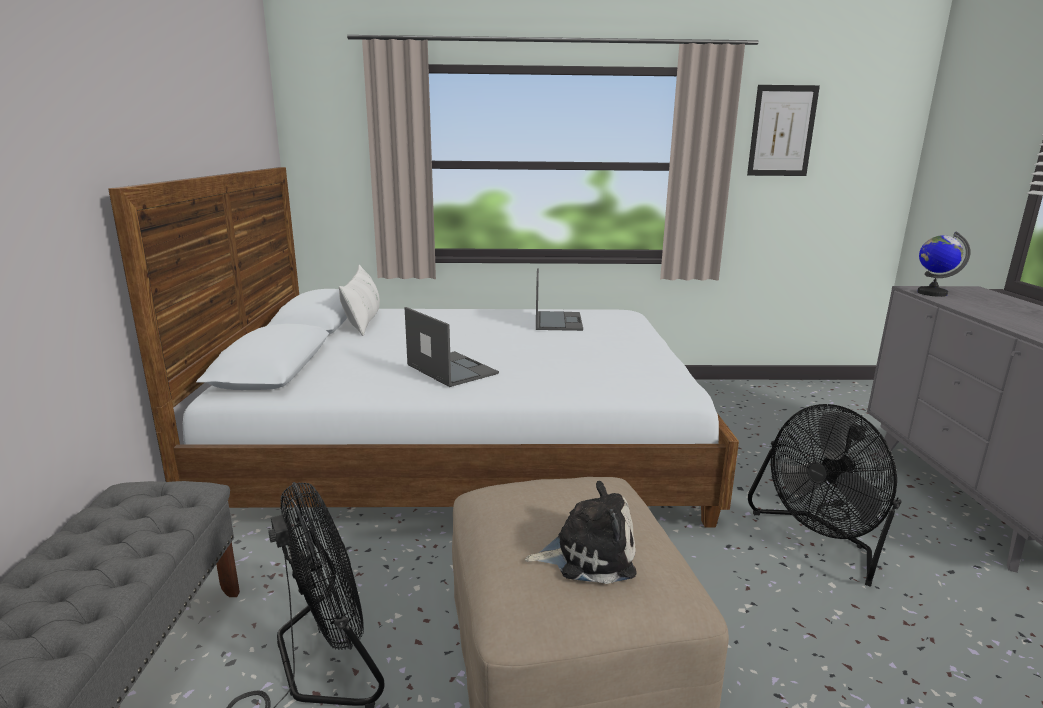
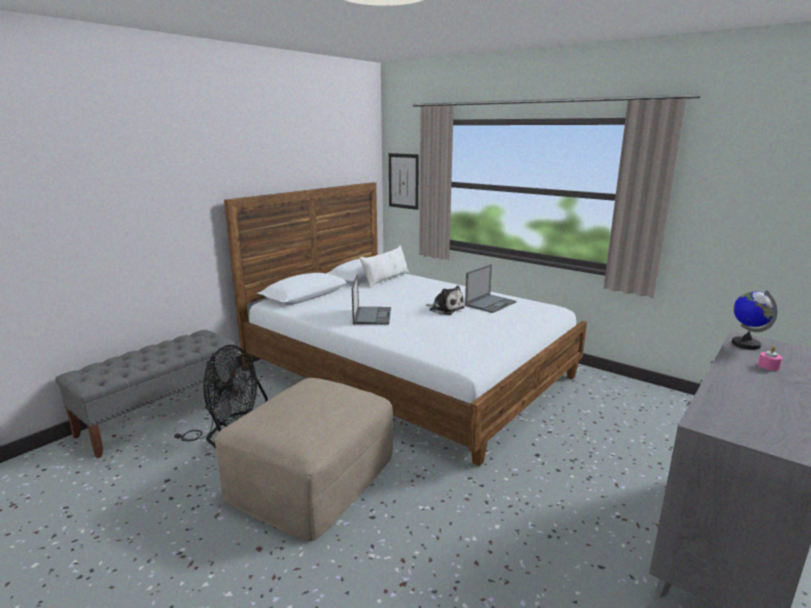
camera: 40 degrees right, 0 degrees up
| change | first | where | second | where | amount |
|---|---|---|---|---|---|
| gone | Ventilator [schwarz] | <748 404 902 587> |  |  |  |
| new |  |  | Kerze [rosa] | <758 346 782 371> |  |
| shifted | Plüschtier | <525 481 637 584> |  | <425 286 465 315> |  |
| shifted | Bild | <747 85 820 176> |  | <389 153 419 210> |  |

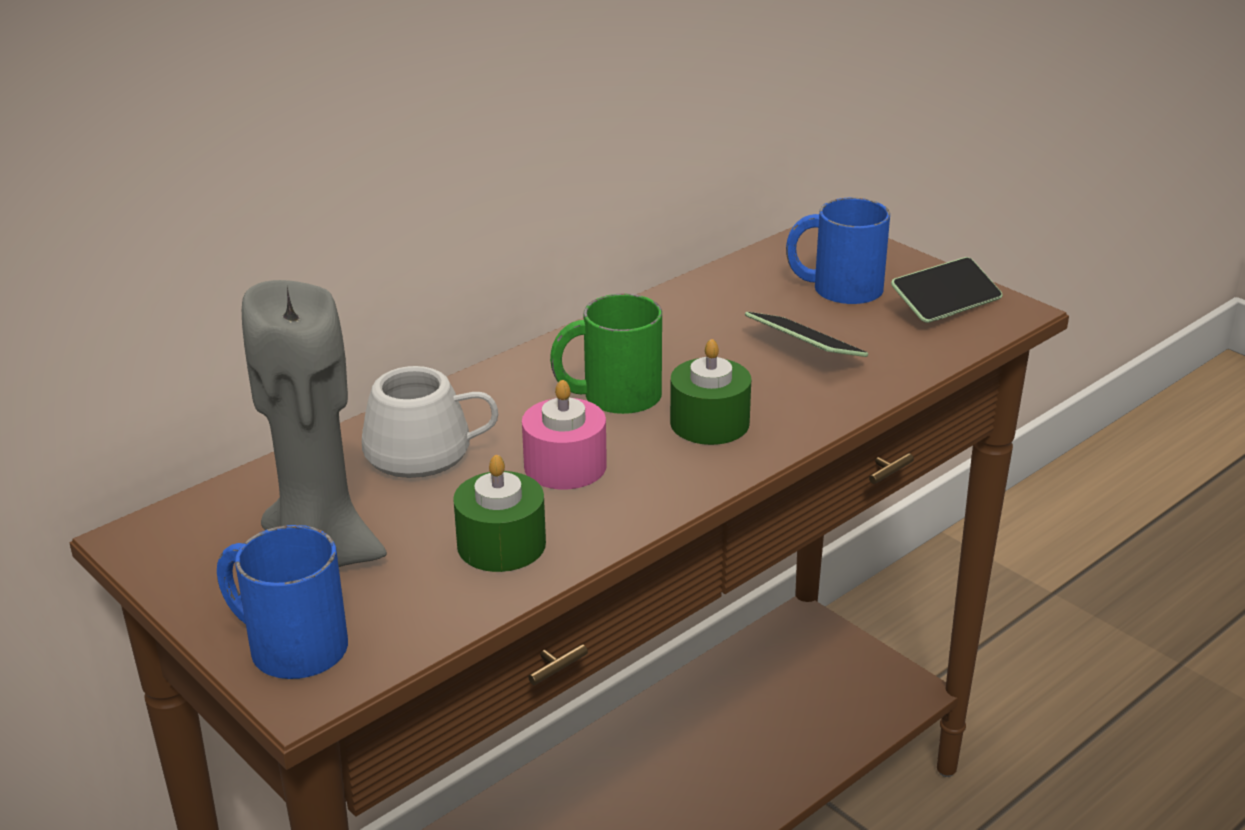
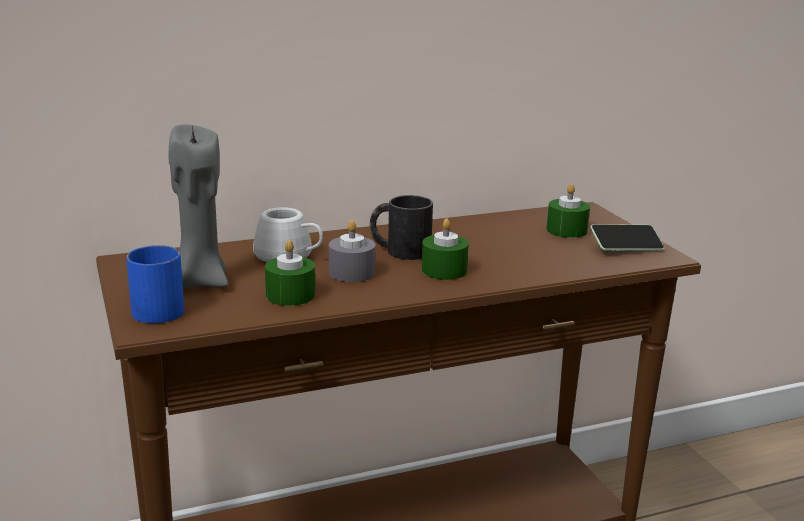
camera: 20 degrees right, 10 degrees down
| change | first | where | second | where | amount |
|---|---|---|---|---|---|
| gone | Handy | <745 312 868 357> |  |  |  |
| swapped | Henkelbecher [blau] | <786 198 890 304> | Kerze [grün] | <547 184 590 238> |  |
| repainted | Kerze [rosa] | <522 380 607 490> | Kerze [grau] | <329 220 375 282> |  |
| repainted | Henkelbecher [grün] | <550 294 662 414> | Henkelbecher [schwarz] | <370 195 433 260> |  |

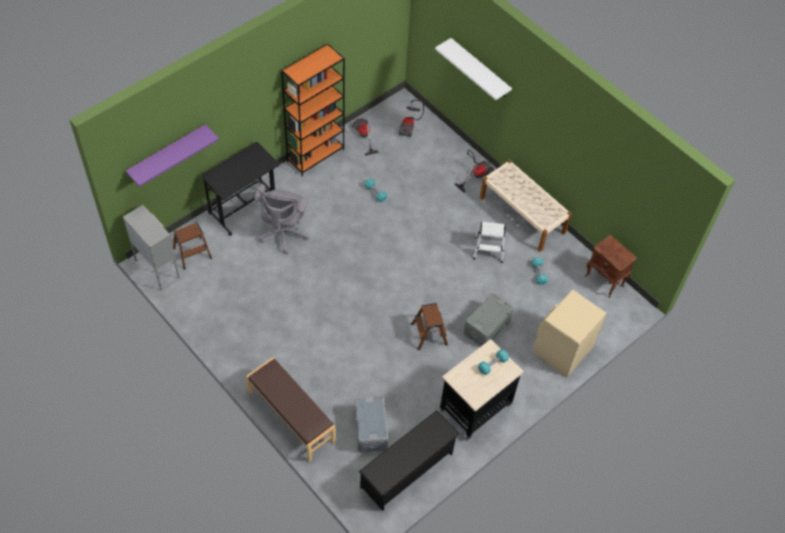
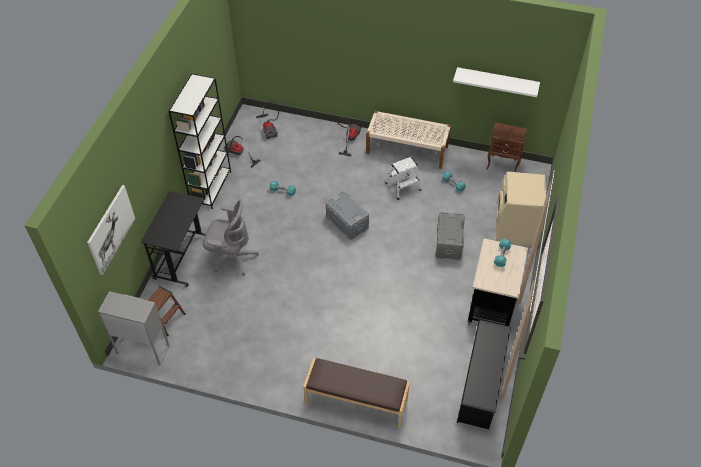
camera: 30 degrees left, 5 degrees down
| change | first | where | second | where | amount |
|---|---|---|---|---|---|
| gone | Trittleiter [braun] | <411 303 448 350> |  |  |  |
| shifted | Aufbewahrungsbox [grau] | <354 396 389 453> |  | <326 191 369 240> |  |
| shifted | Wandregal [weiß] | <435 38 512 100> |  | <453 67 540 97> |  |
| swapped | Wandregal [lila] | <126 125 219 187> | Bild | <87 185 135 275> |  |
| repainted | Bücherregal [orange] | <281 43 345 176> | Bücherregal [weiß] | <169 73 231 209> |  |
| rotated | Bürostuhl [grau] | <255 184 309 254> |  | <203 199 259 276> | 60 degrees counterclockwise |

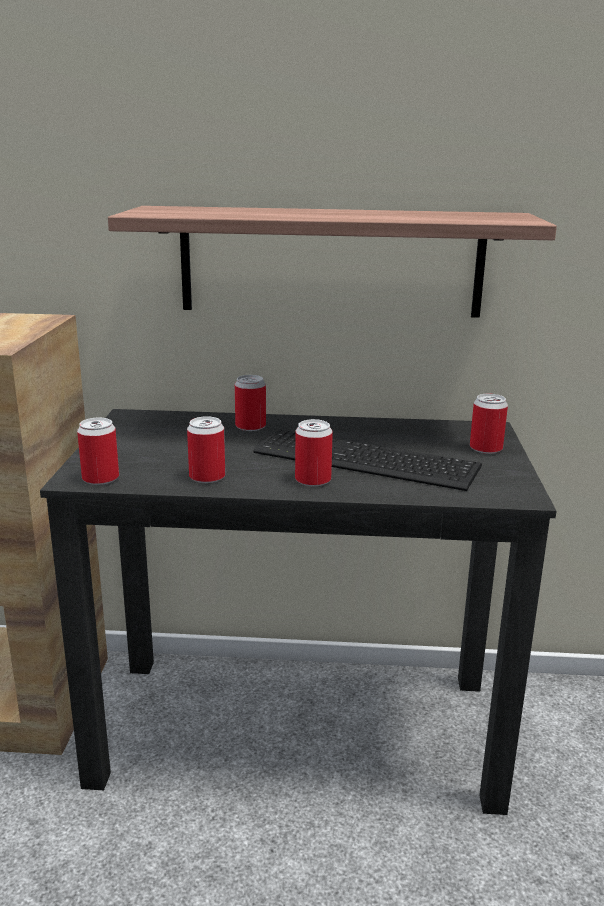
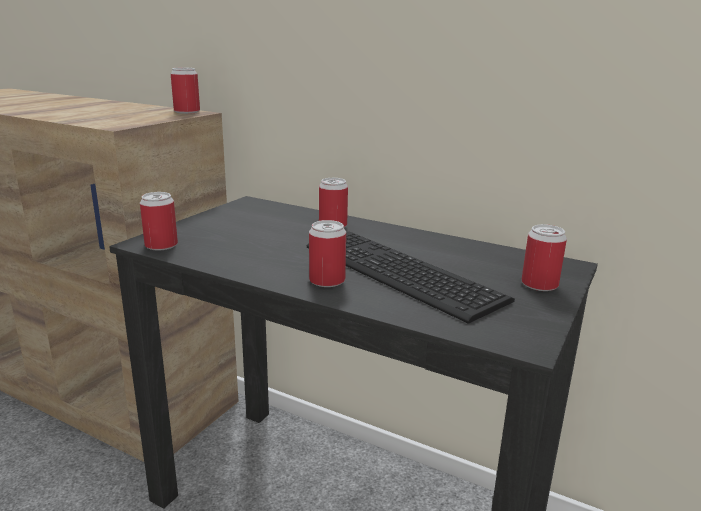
camera: 25 degrees right, 0 degrees up
| change | first | where | second | where | amount |
|---|---|---|---|---|---|
| gone | Wandregal | <108 206 557 318> |  |  |  |
| shifted | Dose | <187 416 225 483> |  | <171 68 200 114> |  |

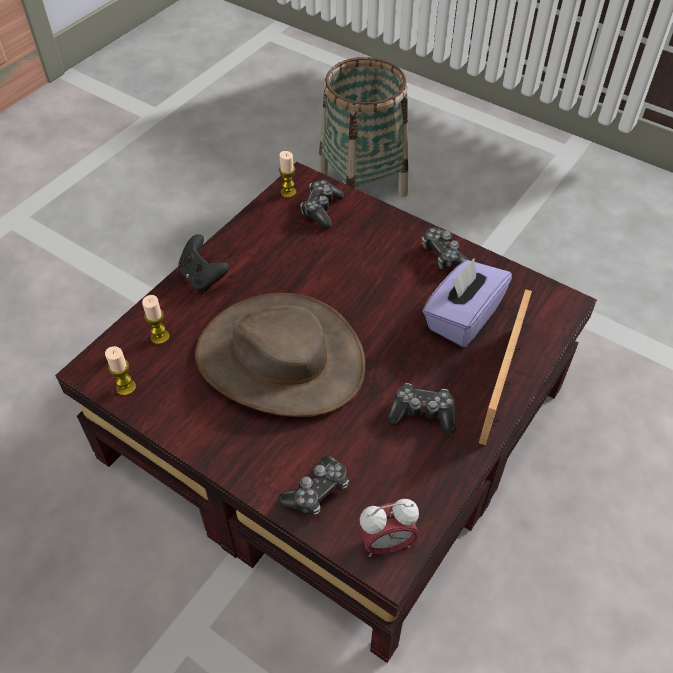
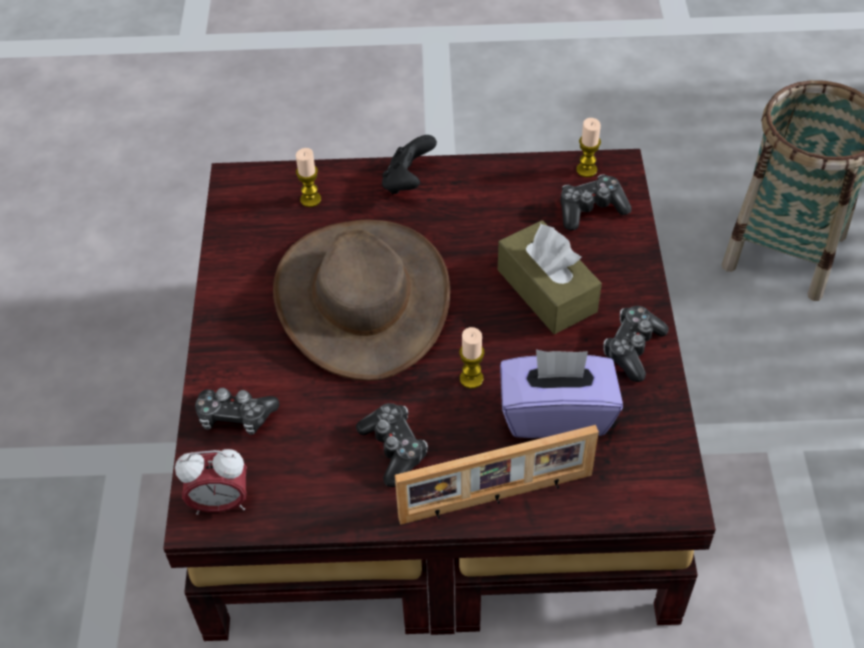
camera: 55 degrees right, 0 degrees up
| change | first | where | second | where | amount |
|---|---|---|---|---|---|
| new |  |  | Taschentuchbox [braun] | <498 220 602 334> |  |
| shifted | Kerze | <105 346 136 396> |  | <459 327 484 389> |  |
| rotated | Wecker | <358 499 419 557> |  | <175 449 247 515> | 45 degrees counterclockwise |

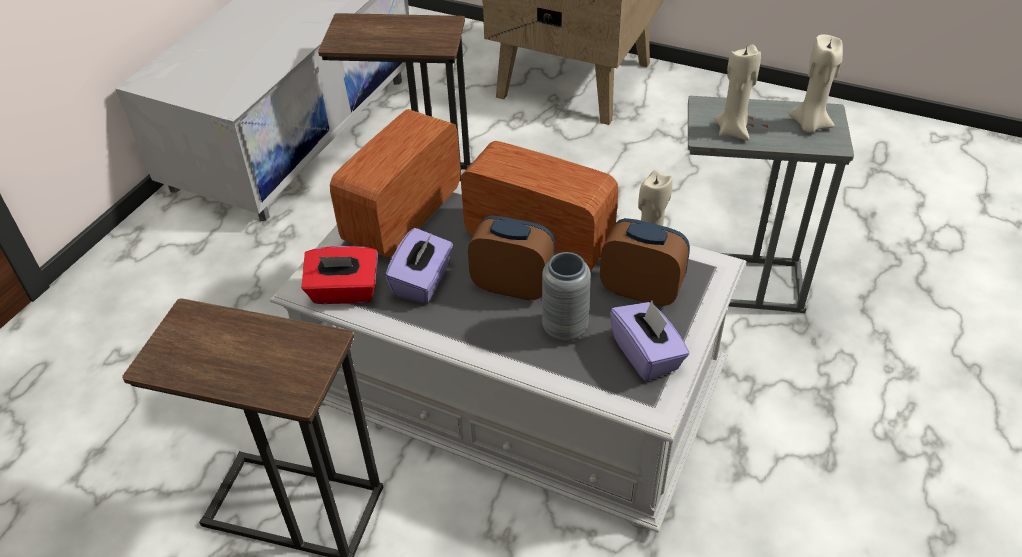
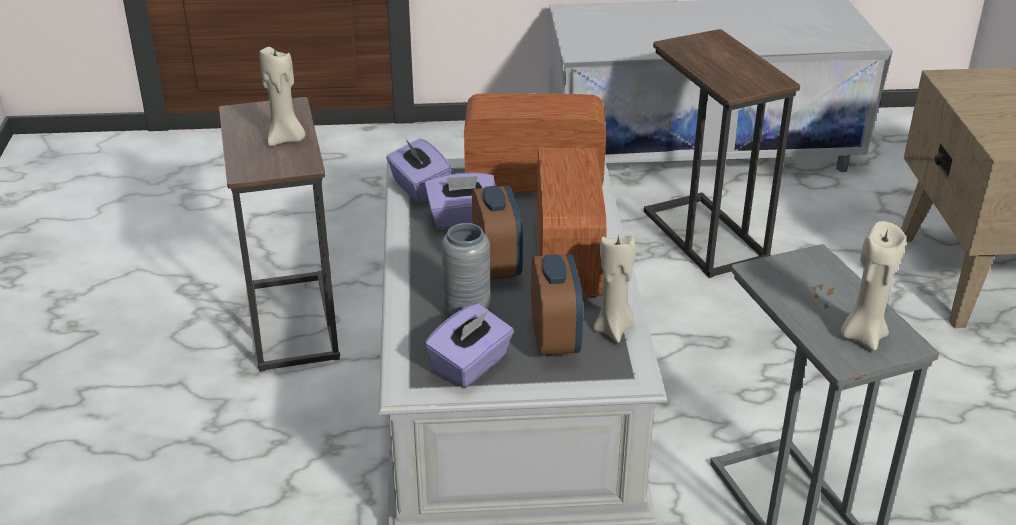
camera: 60 degrees right, 10 degrees down
| change | first | where | second | where | amount |
|---|---|---|---|---|---|
| shifted | Kerze [beige] | <715 45 761 140> |  | <260 46 305 146> |  |
| repainted | Taschentuchbox [rot] | <301 246 378 304> | Taschentuchbox [lila] | <386 139 452 203> |  |

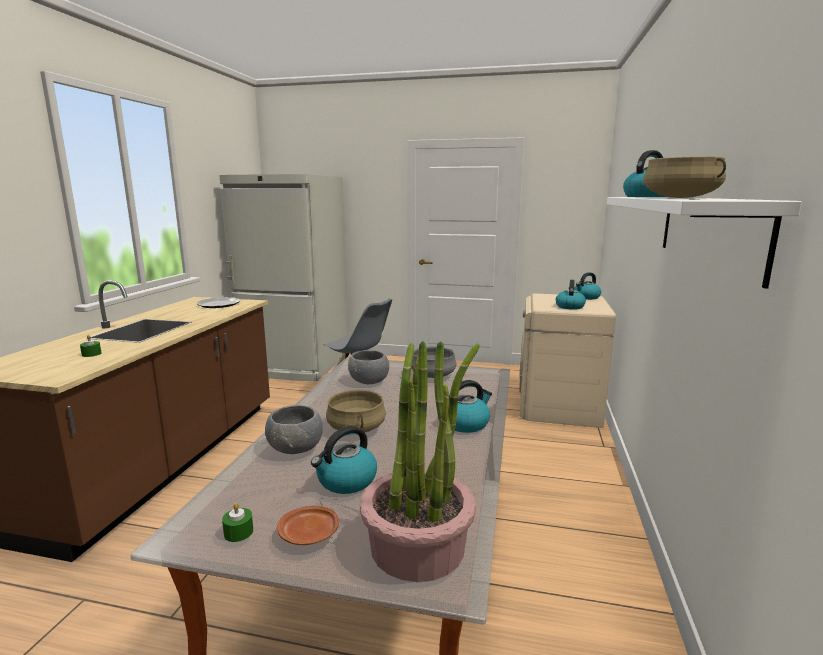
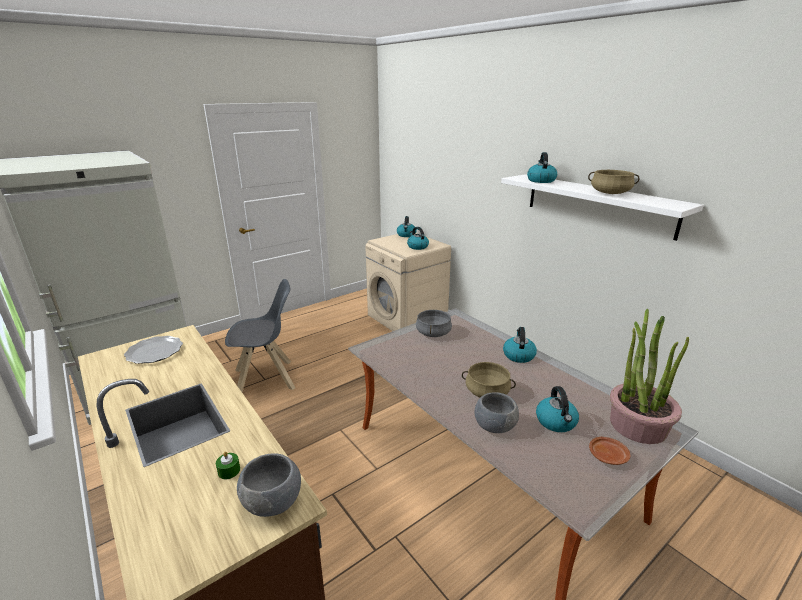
camera: 50 degrees left, 10 degrees up
| change | first | where | second | where | amount |
|---|---|---|---|---|---|
| gone | Kerze [grün] | <222 503 253 542> |  |  |  |
| shifted | Schüssel [grau] | <348 350 389 384> |  | <237 453 301 517> |  |

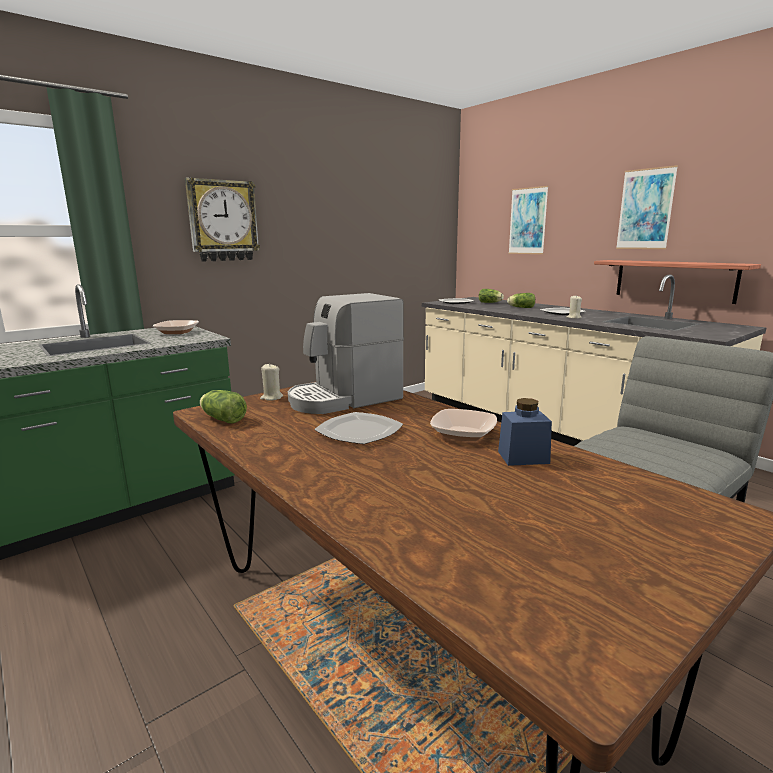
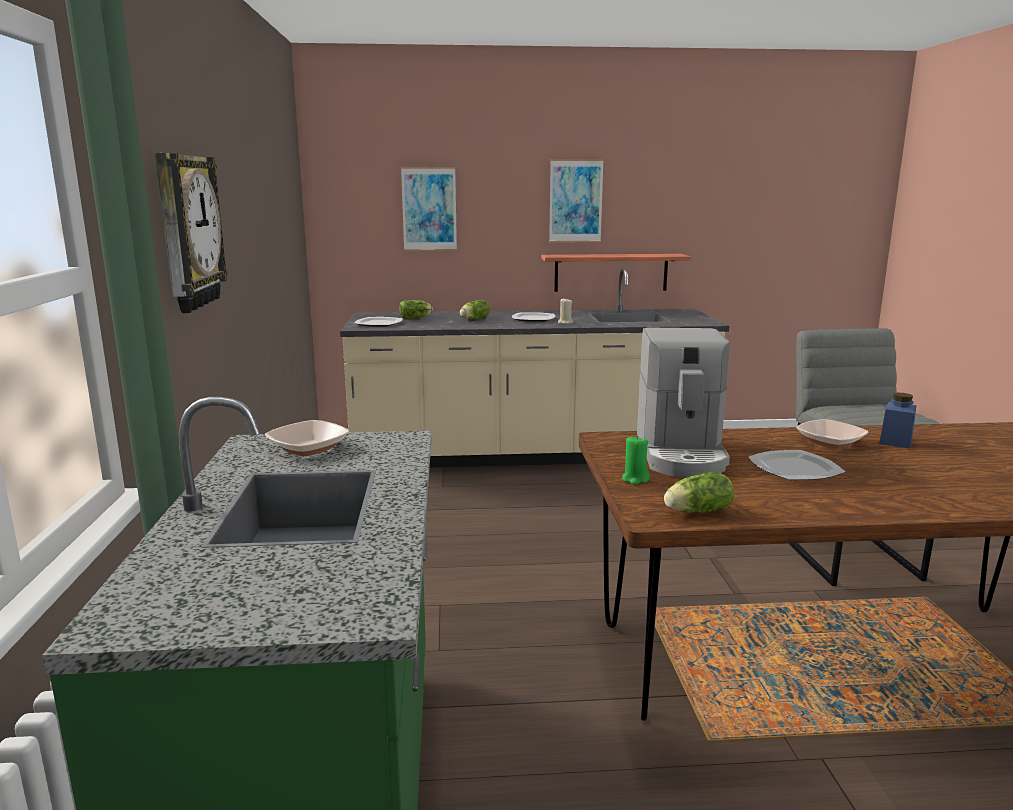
camera: 55 degrees left, 0 degrees up
| change | first | where | second | where | amount |
|---|---|---|---|---|---|
| repainted | Kerze [beige] | <260 363 283 401> | Kerze [grün] | <622 435 650 485> |  |

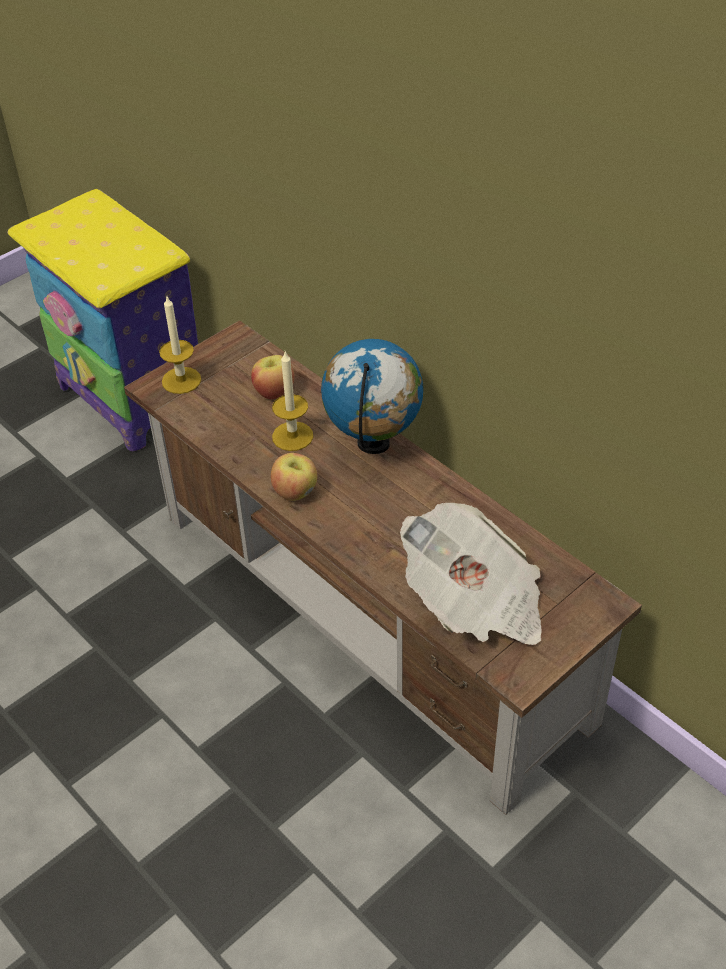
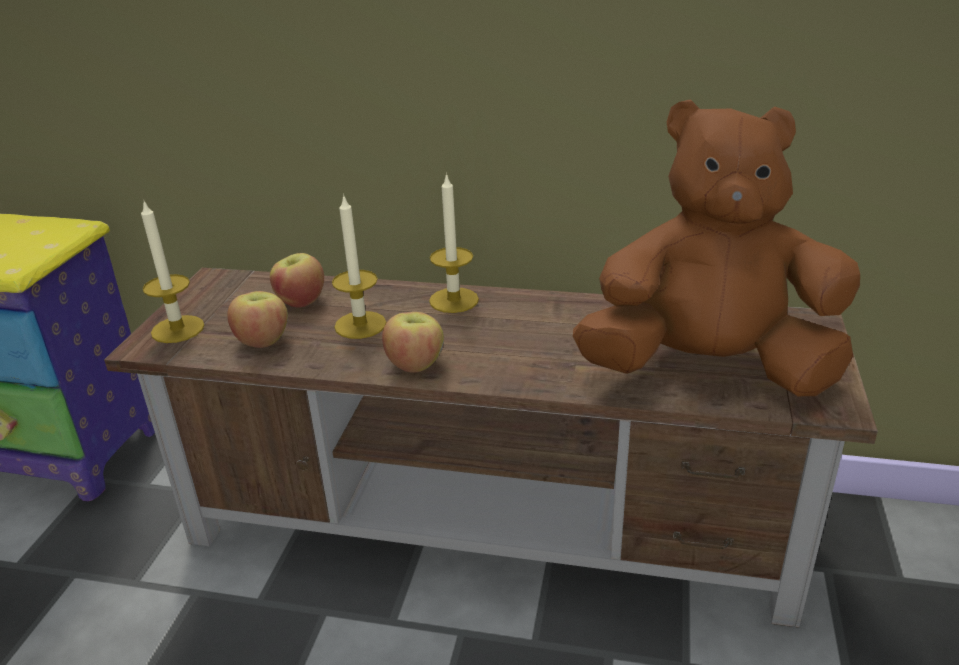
camera: 35 degrees left, 15 degrees down
| change | first | where | second | where | amount |
|---|---|---|---|---|---|
| new |  |  | Apfel | <227 291 288 348> |  |
| swapped | Globus | <321 339 423 454> | Kerze | <429 173 479 313> |  |
| swapped | Zeitung | <400 503 542 645> | Plüschtier [braun] | <573 99 860 396> |  |

